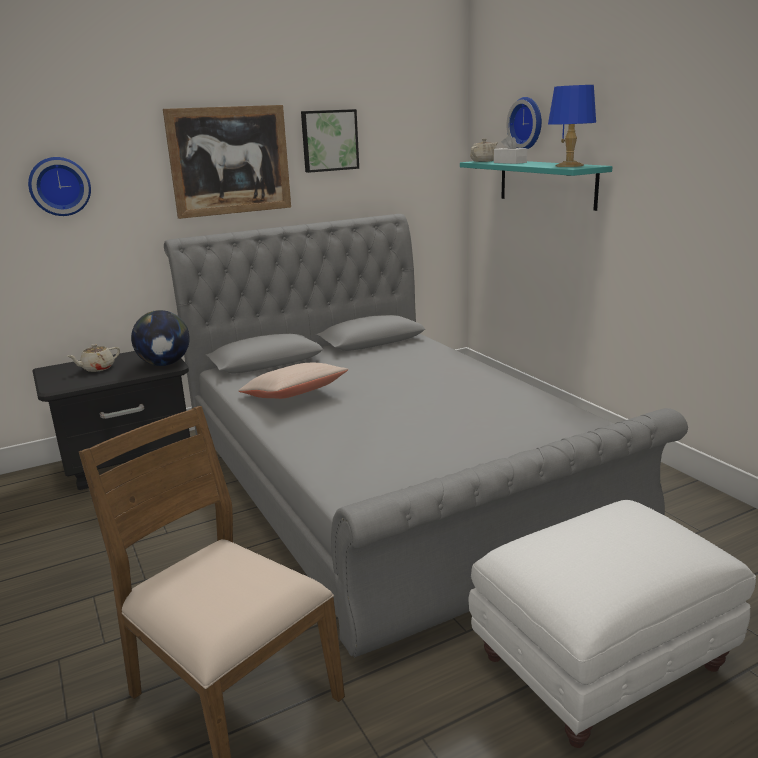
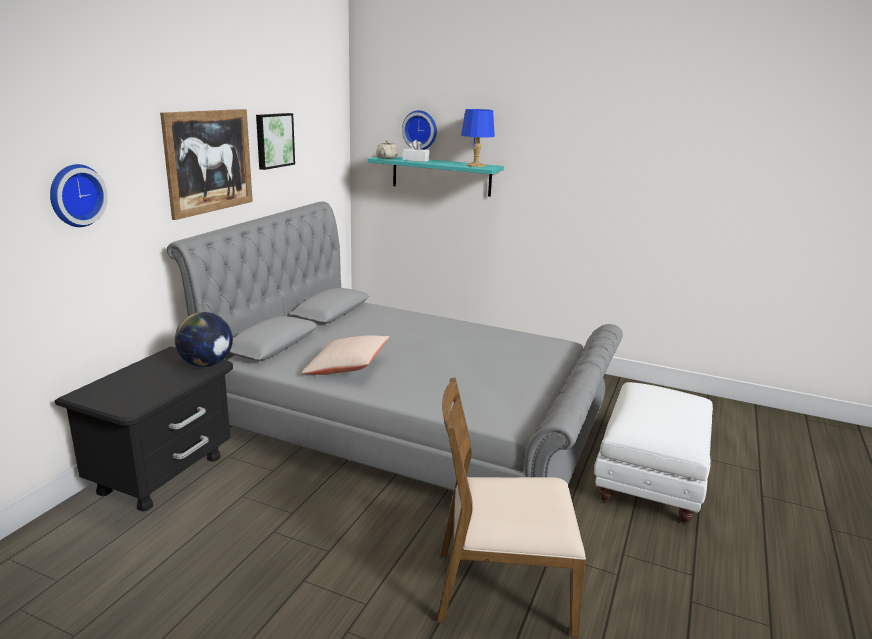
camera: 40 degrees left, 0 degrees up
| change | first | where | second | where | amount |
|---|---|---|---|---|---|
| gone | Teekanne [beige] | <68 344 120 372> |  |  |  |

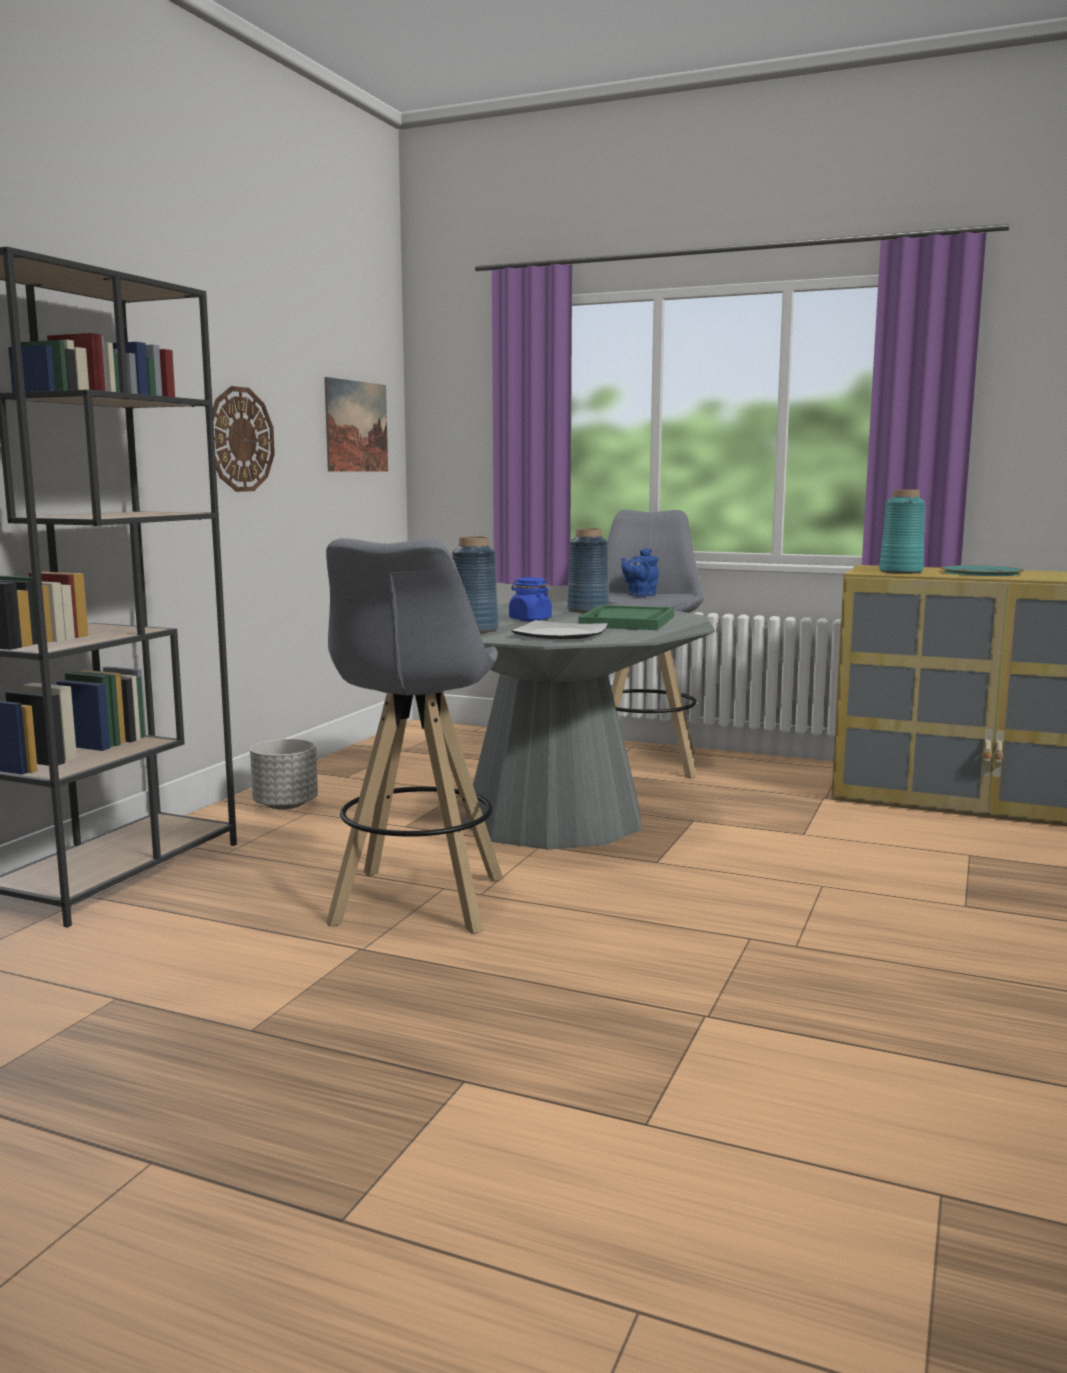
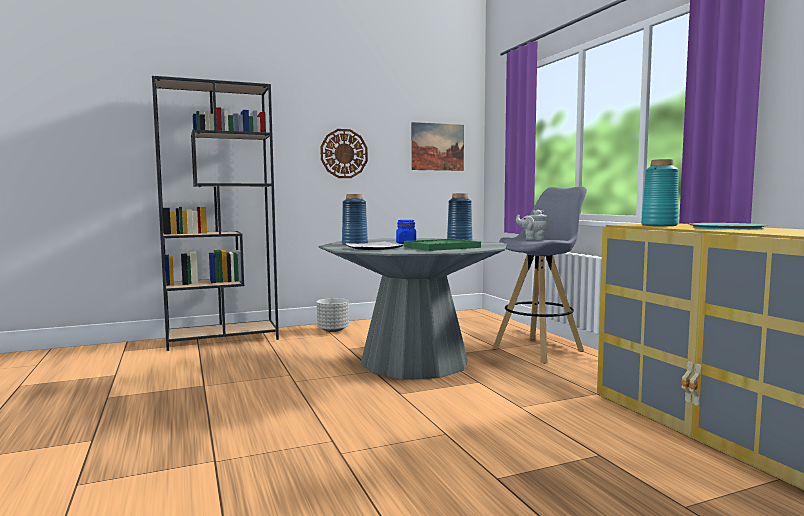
camera: 45 degrees right, 5 degrees down
| change | first | where | second | where | amount |
|---|---|---|---|---|---|
| gone | Hocker [grau] | <326 538 503 933> |  |  |  |
| repainted | Teekanne [blau] | <621 548 659 597> | Teekanne [grau] | <516 210 548 240> |  |

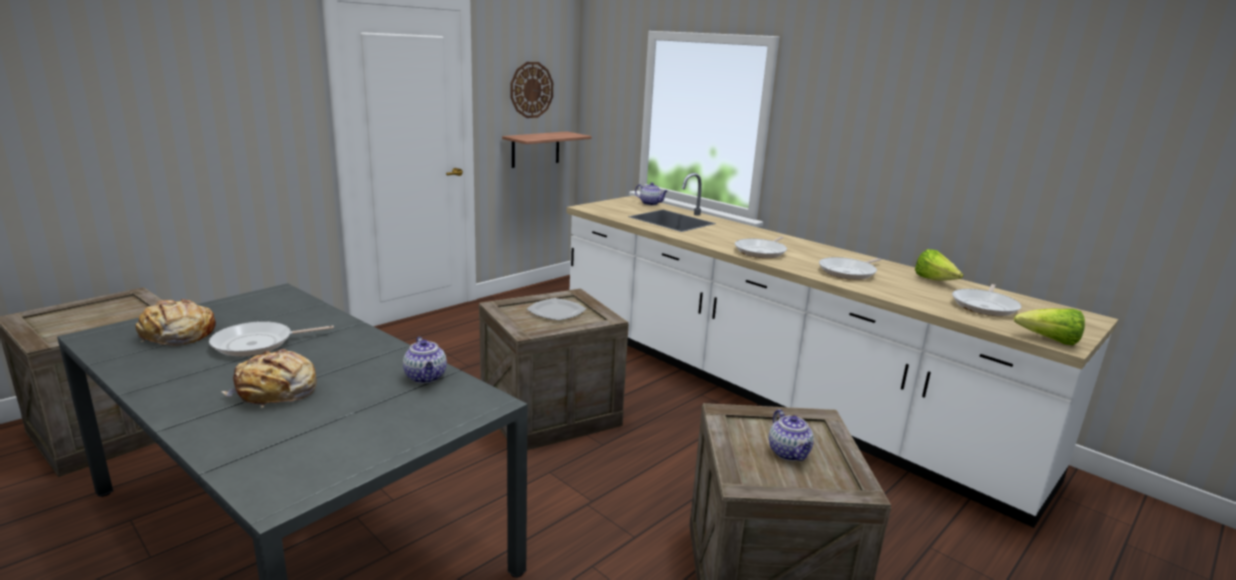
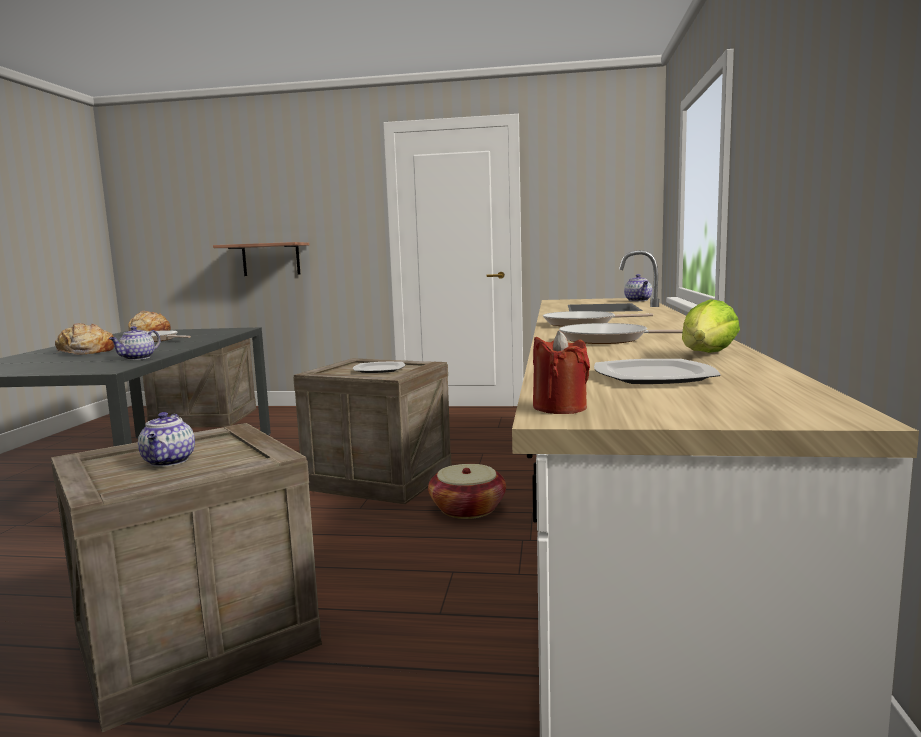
camera: 55 degrees right, 10 degrees down
| change | first | where | second | where | amount |
|---|---|---|---|---|---|
| gone | Wanduhr | <510 62 553 118> |  |  |  |
| new |  |  | Korb | <428 464 506 519> |  |
| shifted | Wandregal | <502 131 592 168> |  | <213 242 309 276> |  |
| swapped | Pfanne | <952 284 1022 316> | Teller | <594 359 721 384> |  |
| swapped | Salatkopf | <1014 308 1085 345> | Kerze [rot] | <533 331 590 414> |  |
| rotated | Teekanne | <769 409 814 461> |  | <138 412 195 467> | 45 degrees counterclockwise |

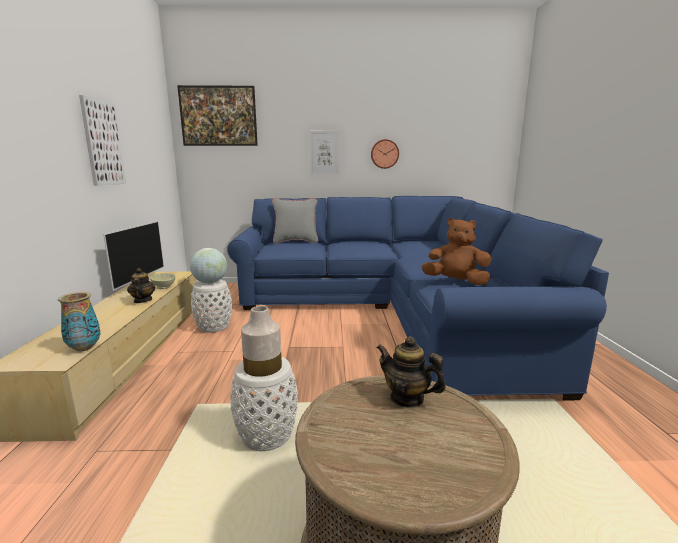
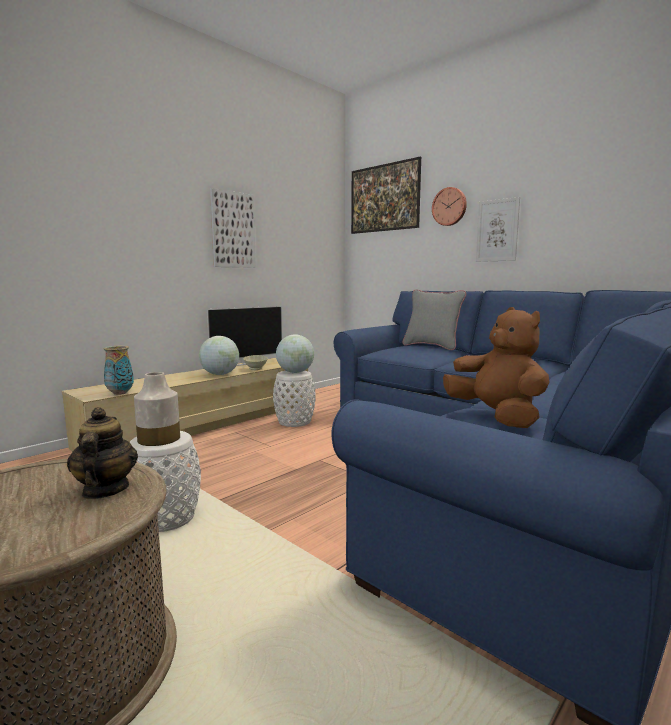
camera: 45 degrees right, 5 degrees down
| change | first | where | second | where | amount |
|---|---|---|---|---|---|
| shifted | Wanduhr | <371 139 399 169> |  | <432 187 467 226> |  |
| swapped | Teekanne | <127 268 156 303> | Globus | <199 336 239 375> |  |

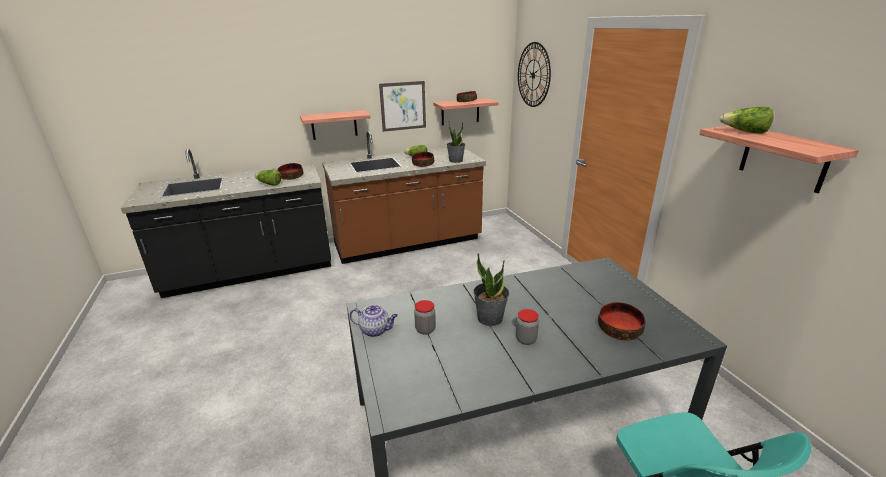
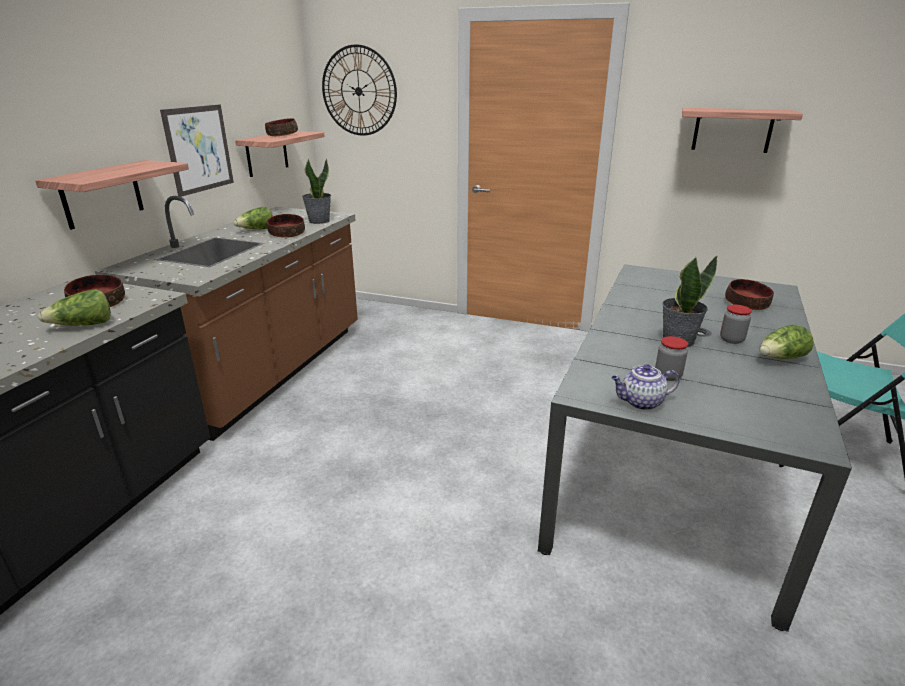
camera: 50 degrees left, 0 degrees up
| change | first | where | second | where | amount |
|---|---|---|---|---|---|
| shifted | Salatkopf | <719 107 774 134> |  | <760 325 814 359> |  |
| rotated | Teekanne | <349 305 398 337> |  | <611 364 679 410> | 150 degrees counterclockwise |

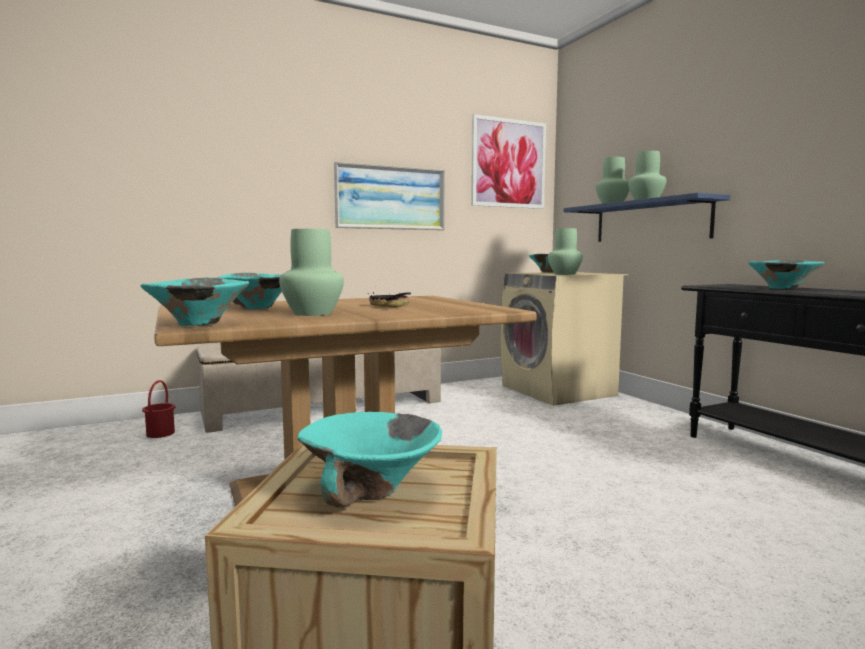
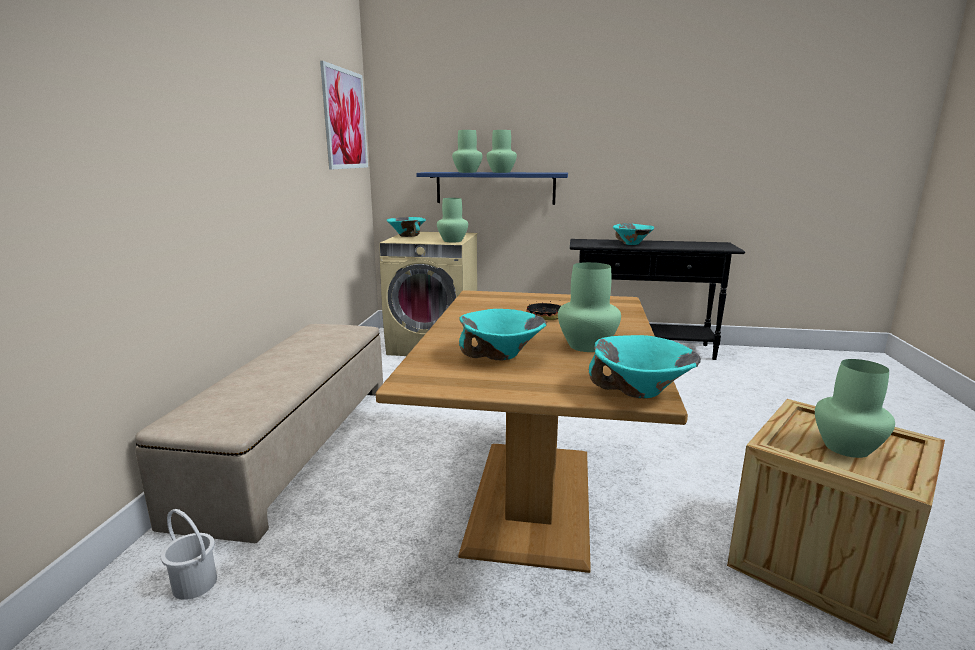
camera: 55 degrees left, 10 degrees up
| change | first | where | second | where | amount |
|---|---|---|---|---|---|
| gone | Bild | <334 162 445 230> |  |  |  |
| swapped | Schüssel [türkis] | <297 412 442 507> | Vase [grün] | <815 359 895 458> |  |
| repainted | Eimer [rot] | <142 380 176 438> | Eimer [weiß] | <161 509 217 600> |  |

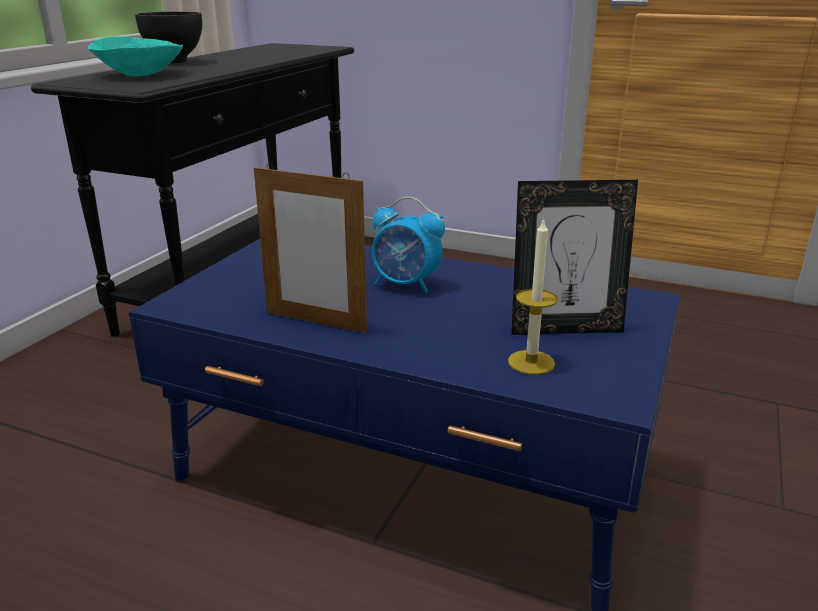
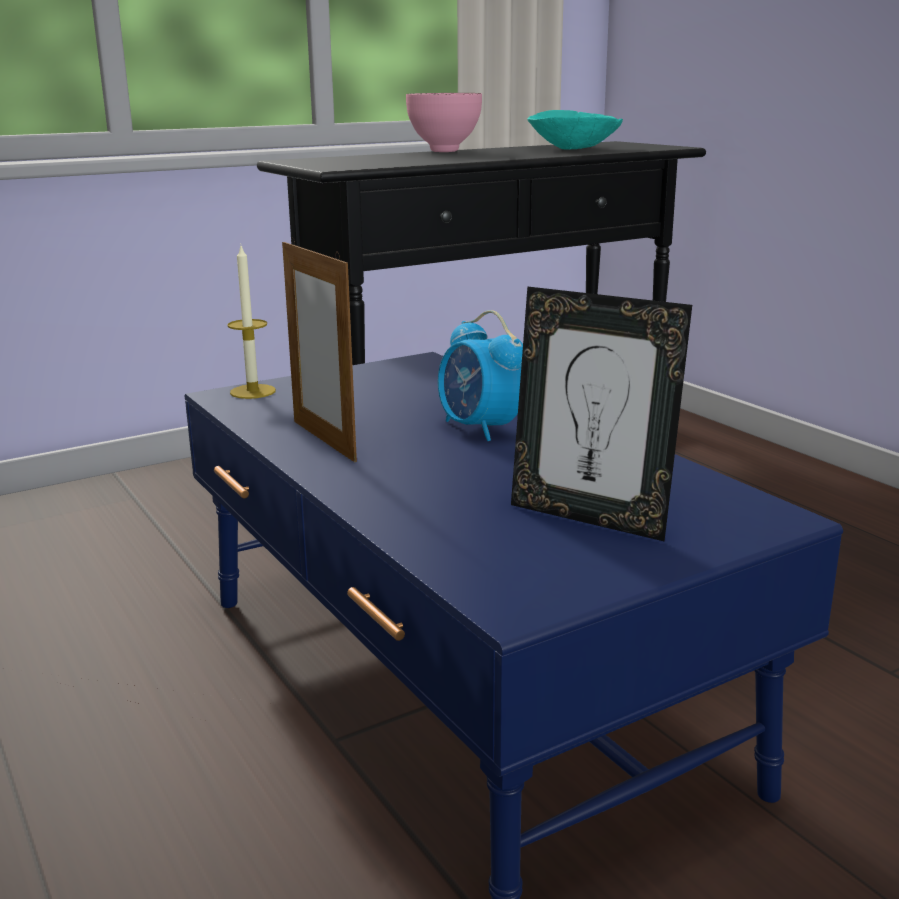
camera: 35 degrees right, 5 degrees down
| change | first | where | second | where | amount |
|---|---|---|---|---|---|
| shifted | Schüssel [türkis] | <88 36 183 77> |  | <527 110 623 150> |  |
| shifted | Kerze | <508 217 558 375> |  | <227 243 276 399> |  |
| repainted | Schüssel [schwarz] | <135 11 202 63> | Schüssel [rosa] | <406 93 482 152> |  |

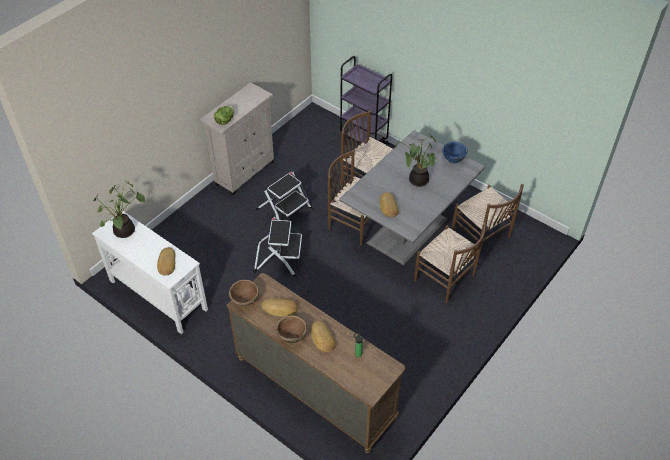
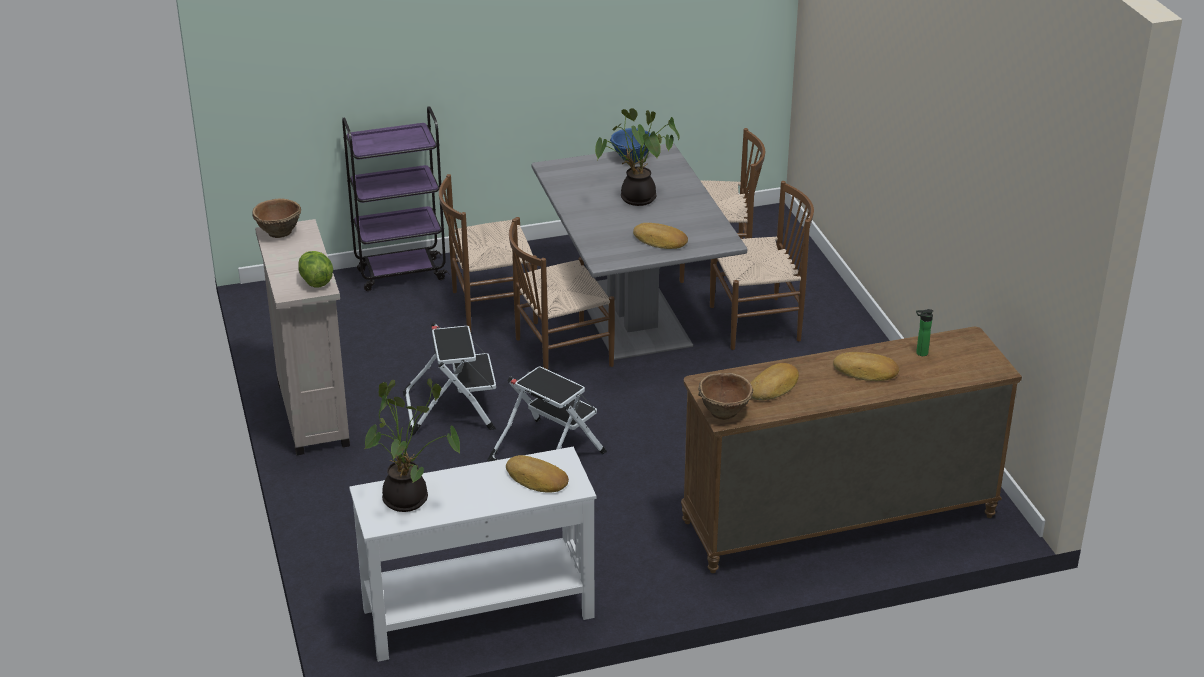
camera: 55 degrees left, 15 degrees down
| change | first | where | second | where | amount |
|---|---|---|---|---|---|
| shifted | Schüssel [braun] | <276 315 307 343> |  | <252 199 301 238> |  |

